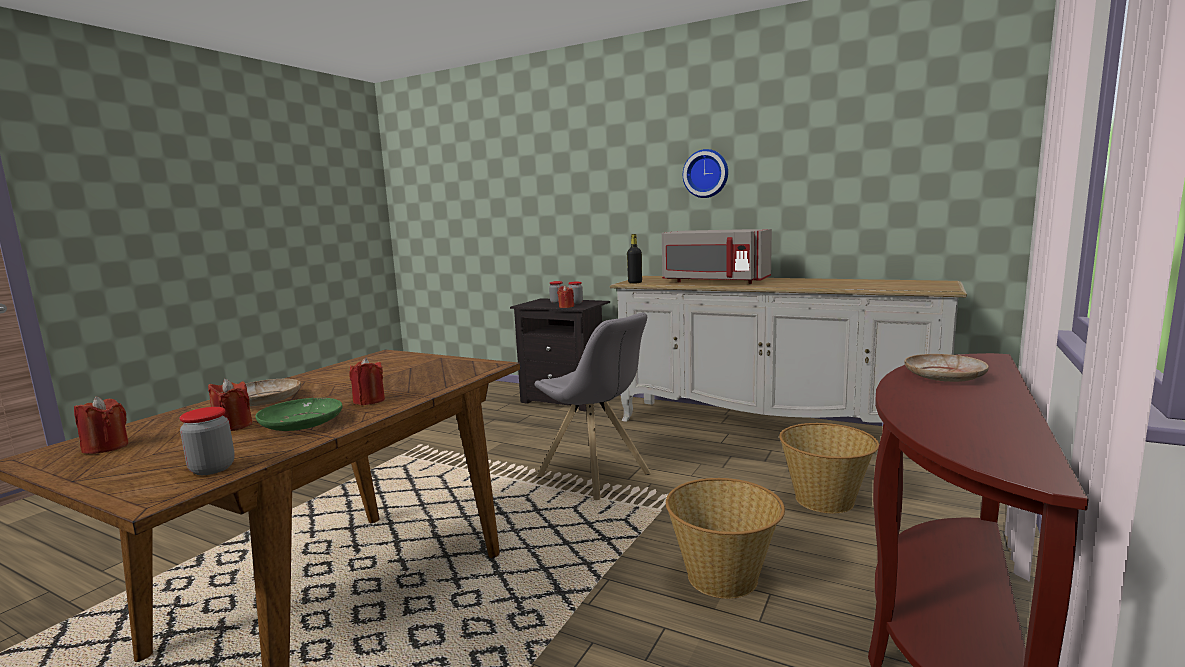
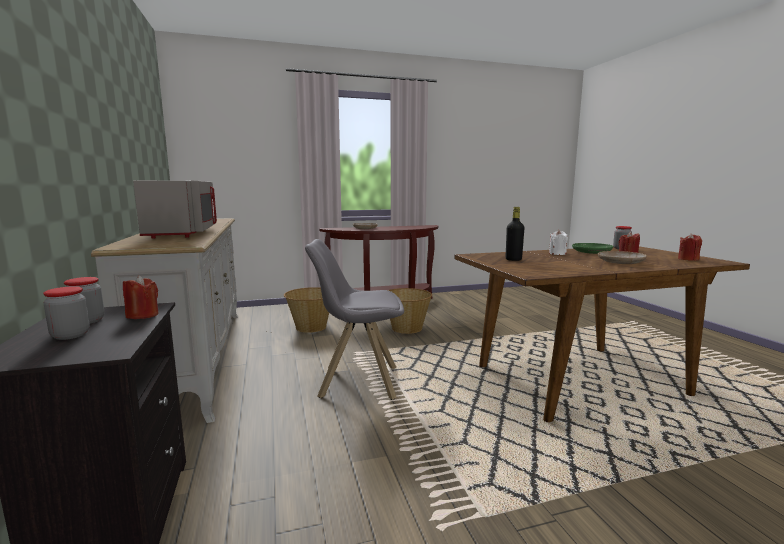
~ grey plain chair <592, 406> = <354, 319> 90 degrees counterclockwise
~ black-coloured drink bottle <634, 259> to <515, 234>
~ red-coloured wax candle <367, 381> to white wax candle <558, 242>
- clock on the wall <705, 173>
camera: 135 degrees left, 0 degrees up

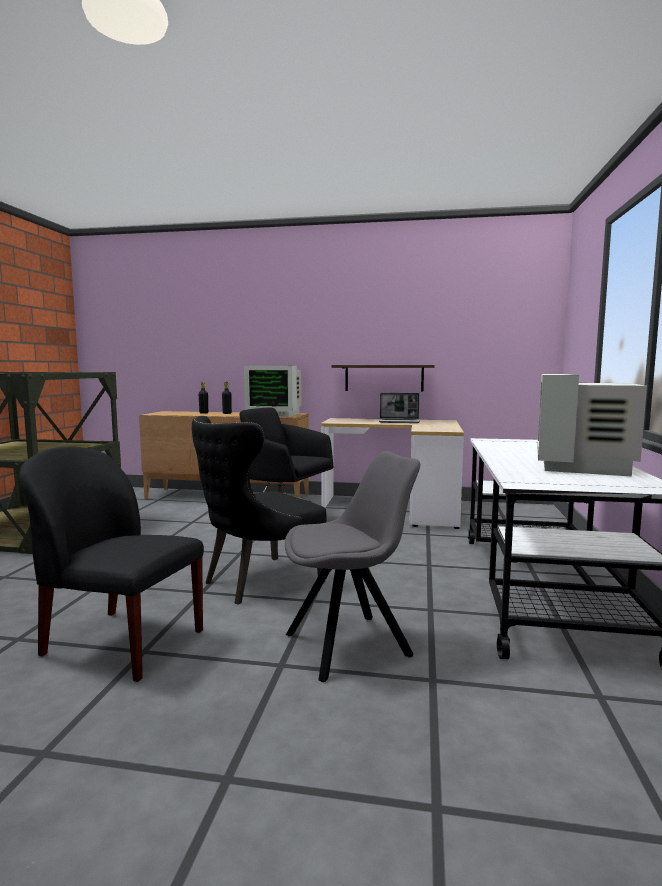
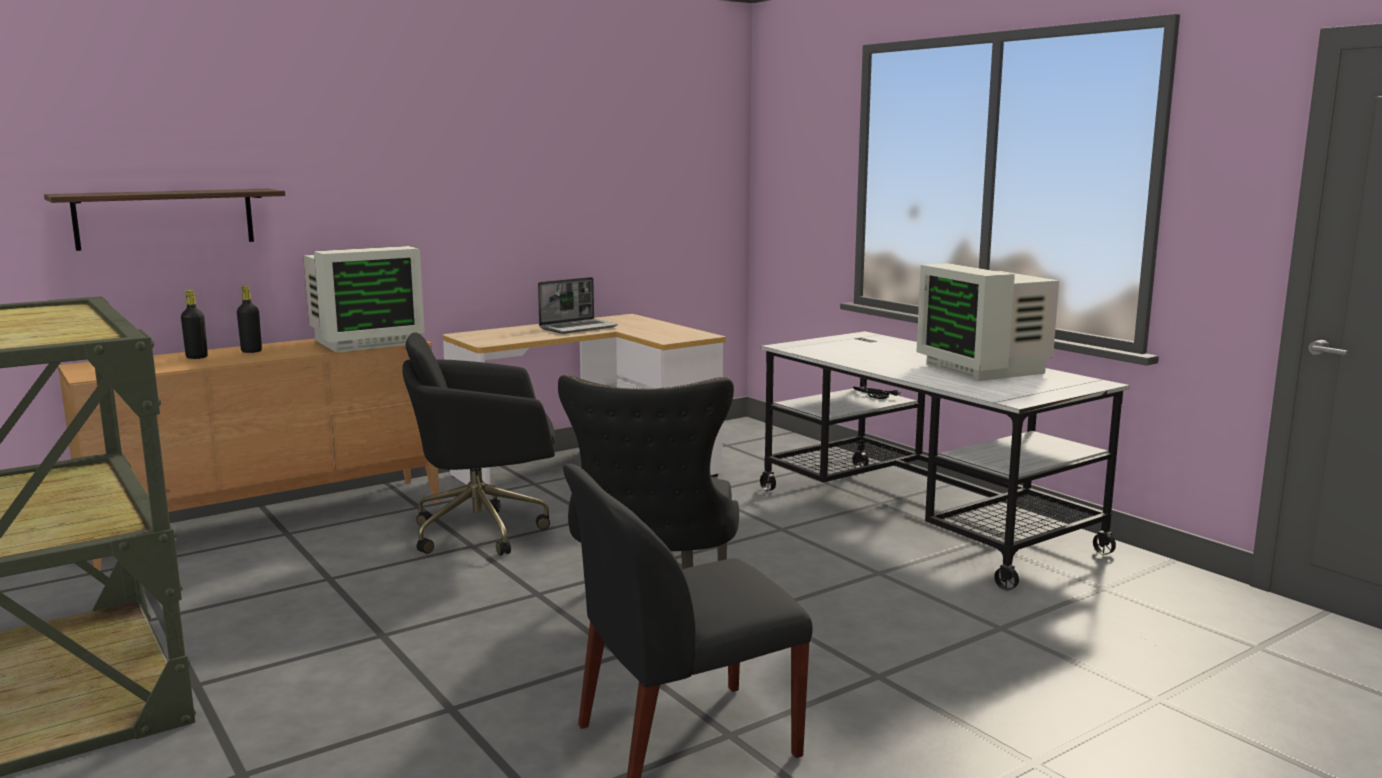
~ shelf <383, 378> to <164, 220>
- grey plain chair <352, 566>
camera: 45 degrees left, 5 degrees up

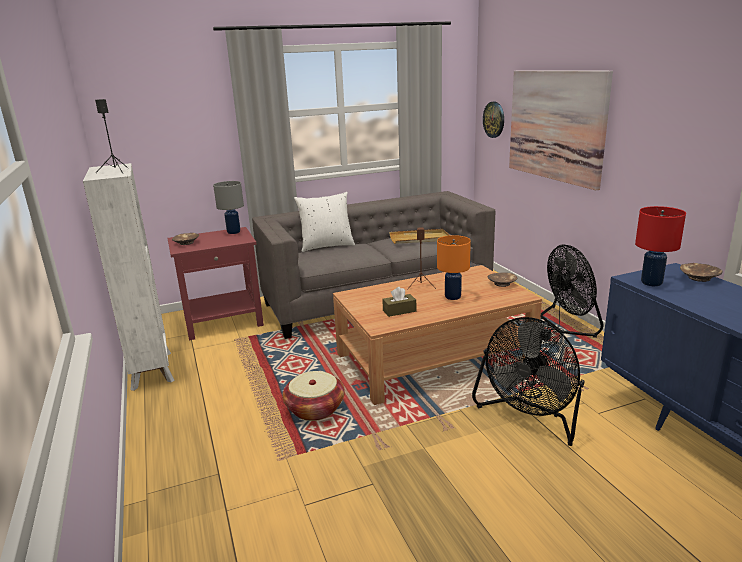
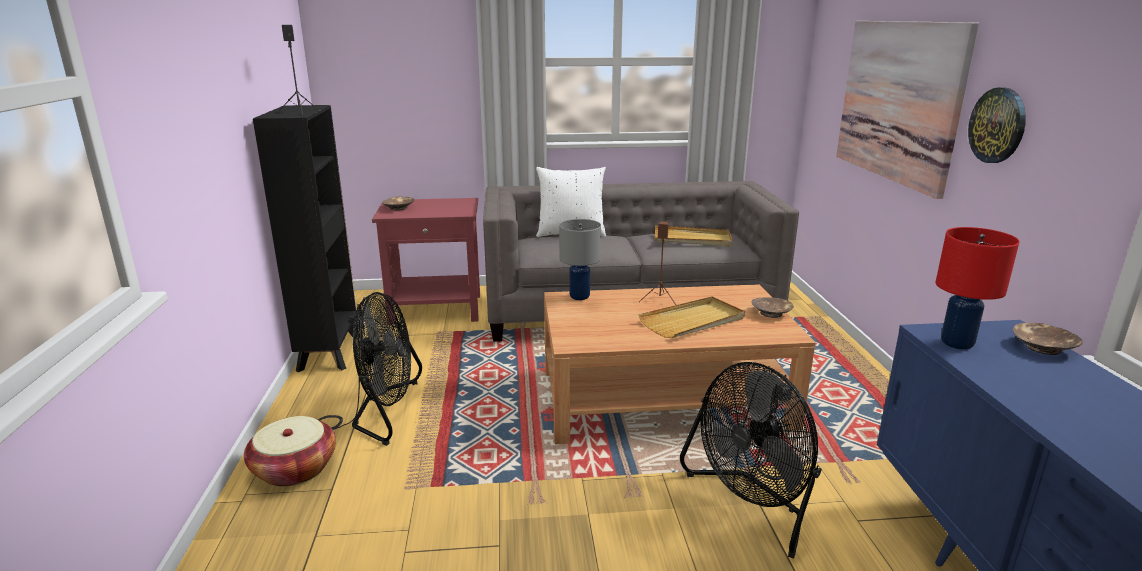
~ household basket <313, 396> to <290, 451>
~ white bookshelf <128, 277> to black-coloured bookshelf <305, 238>
~ black-coloured electric fan <572, 291> to <370, 369>
~ grey lamp for a table <228, 207> to <580, 259>
~ orange-coloured lamp for a table <454, 267> to sand-coloured tray <692, 317>
~ clock on the wall <493, 120> to <997, 125>
- brownish tissue box <399, 302>
camera: 15 degrees right, 0 degrees up

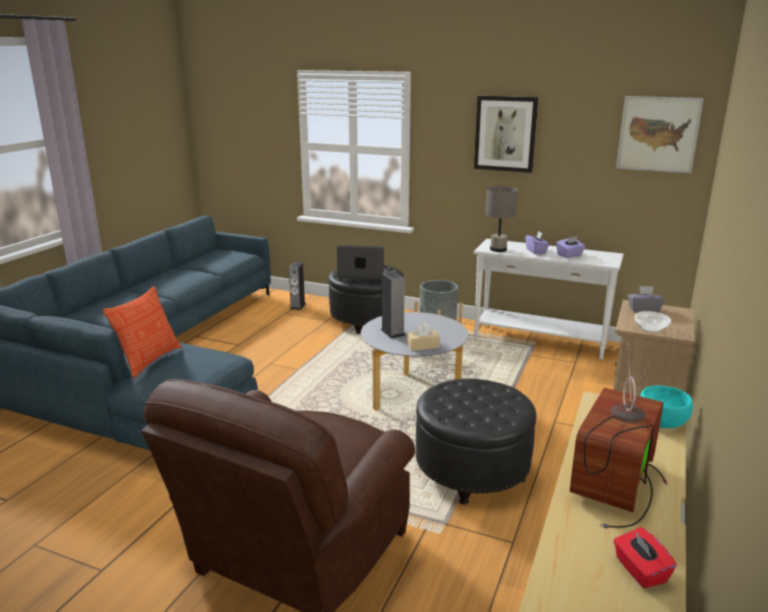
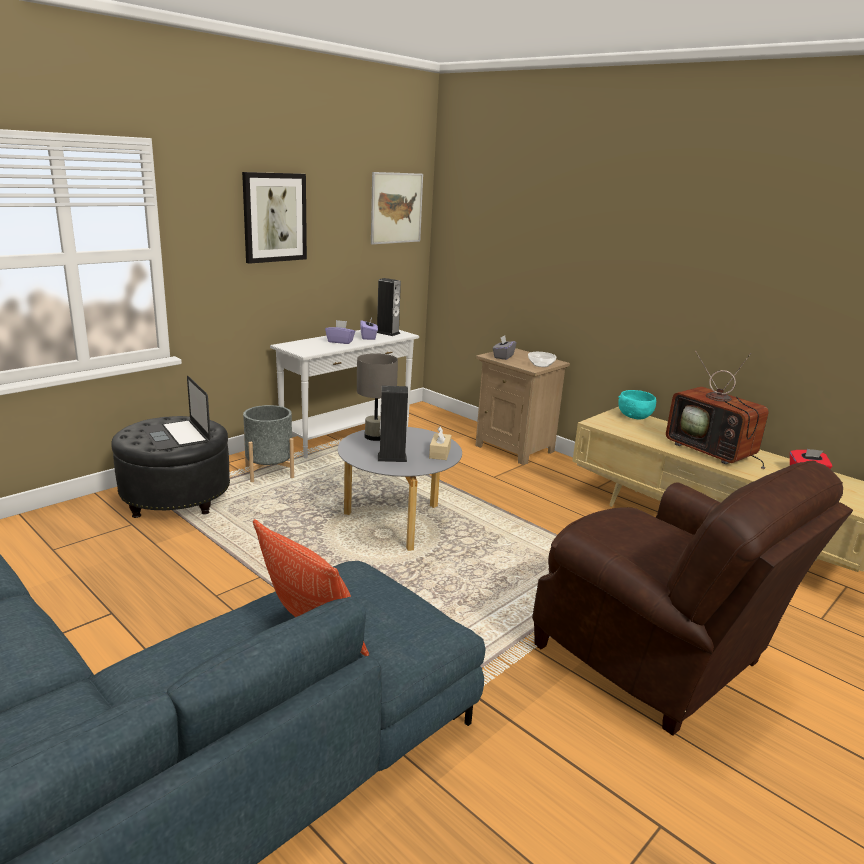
~ notebook computer <362, 262> = <176, 413> 60 degrees counterclockwise
~ grey lamp for a table <502, 219> to <377, 397>
~ speaker <297, 286> to <389, 307>
- black-coloured ottoman <476, 442>
camera: 70 degrees left, 0 degrees up

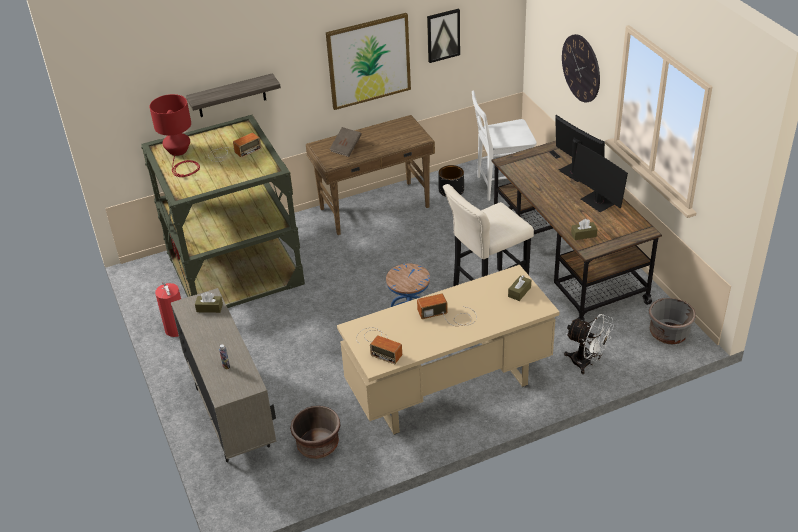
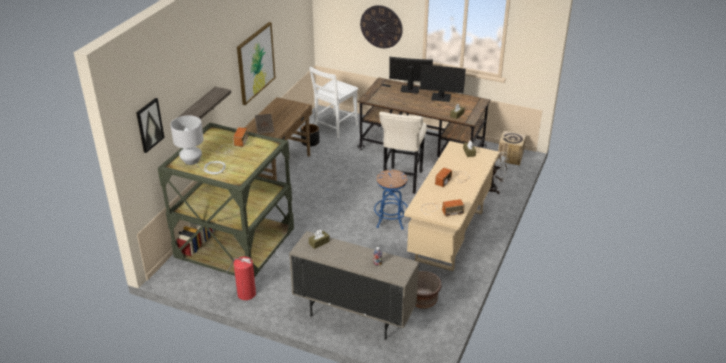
~ picture <443, 36> to <150, 125>
~ red-coloured lamp for a table <174, 136> to grey lamp for a table <197, 144>
~ grey planter <672, 321> to carton <511, 148>
camera: 45 degrees left, 5 degrees down

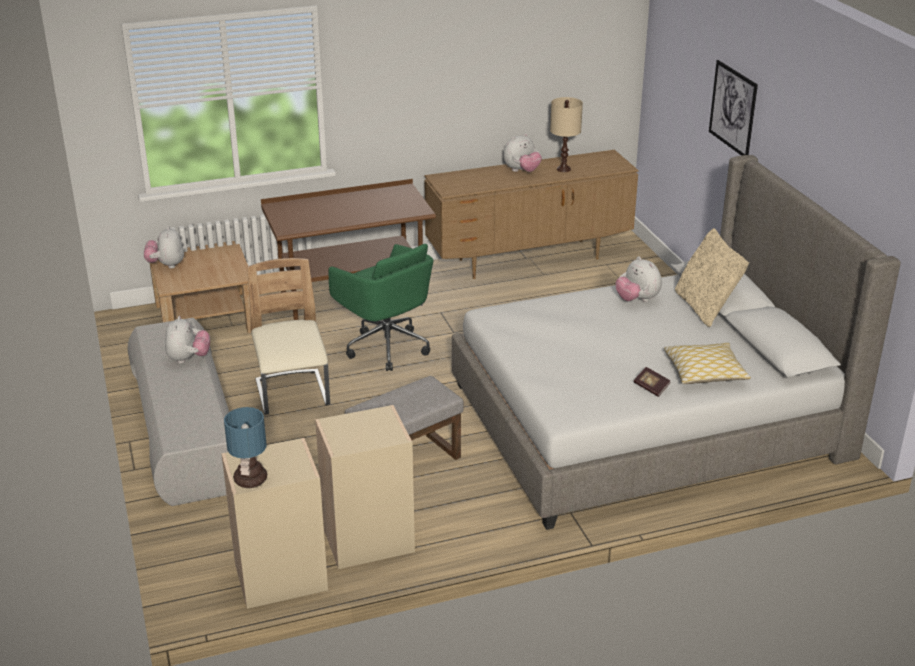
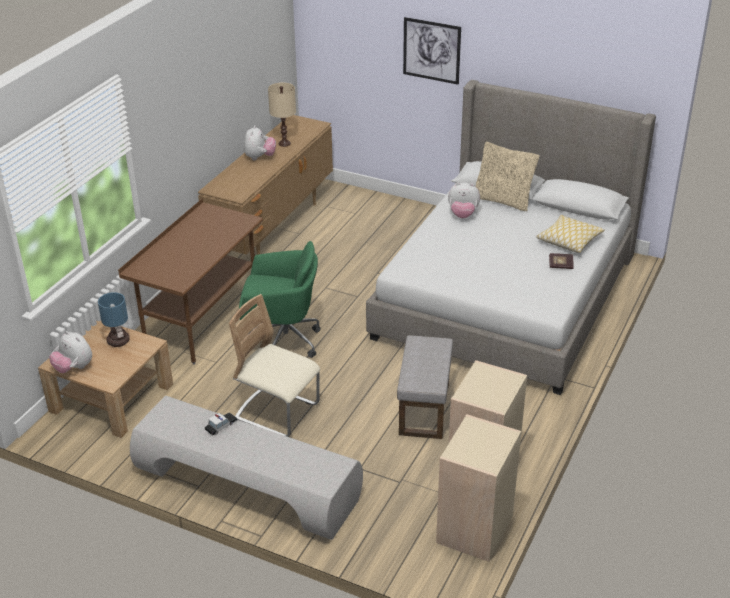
~ lamp for a table <245, 447> to <114, 319>
~ cuddly toy <187, 340> to model car <221, 423>
camera: 45 degrees left, 5 degrees up

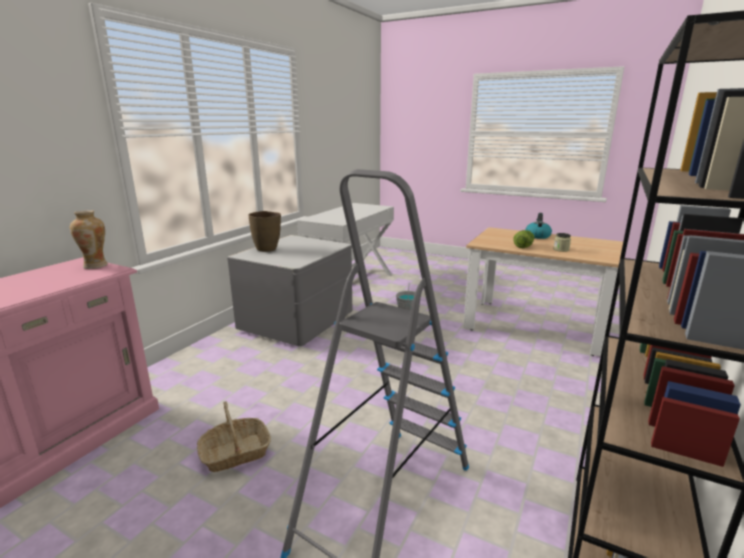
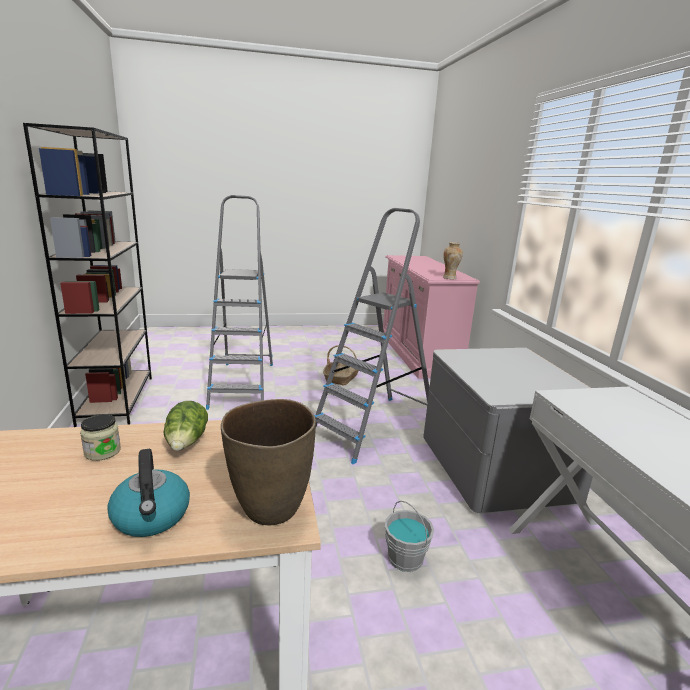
~ brownish flower vase <264, 231> to <268, 462>
+ grey step stool <371, 336>
camera: 140 degrees right, 0 degrees up

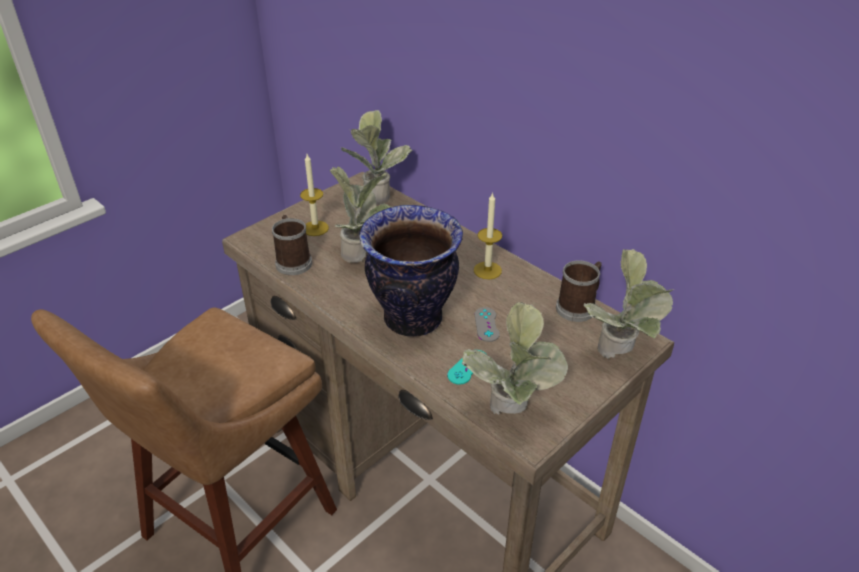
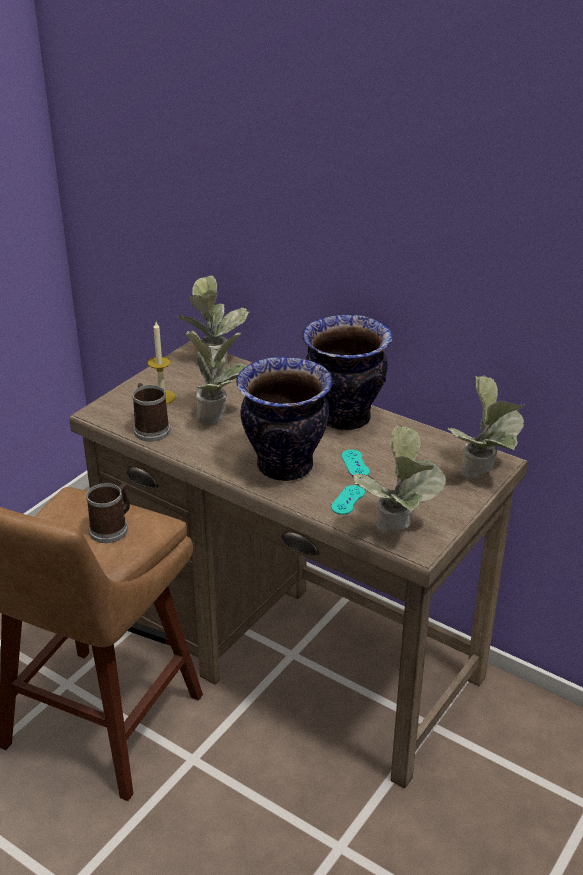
~ mug <579, 291> to <108, 512>
~ wax candle <488, 235> to flower vase <348, 372>
~ grey joypad <487, 324> to turquoise-coloured joypad <356, 463>
camera: 10 degrees left, 5 degrees down

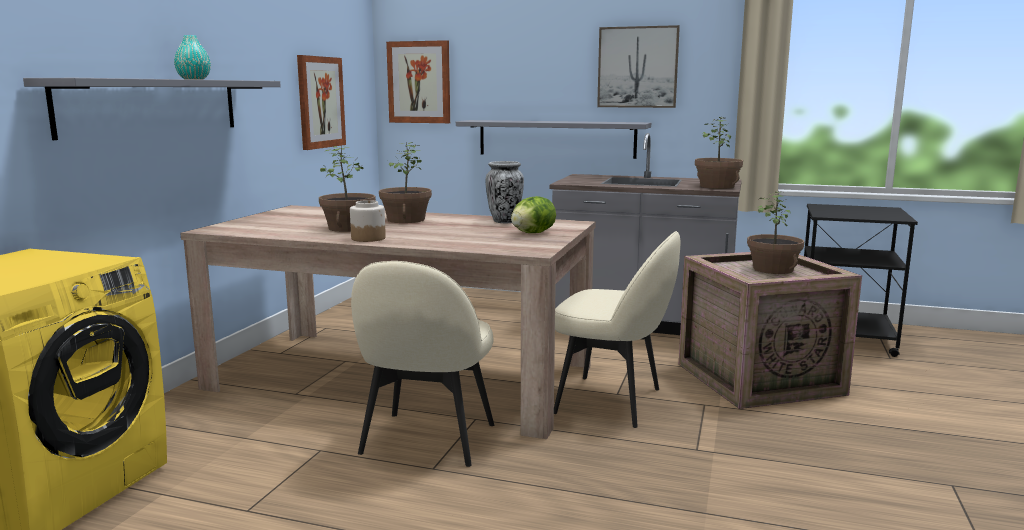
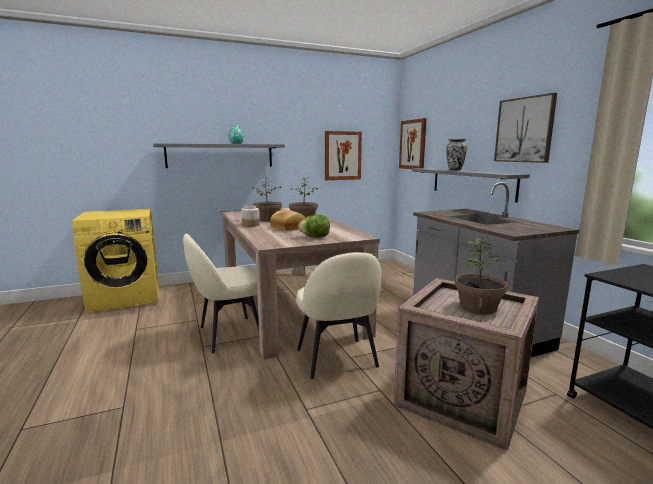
+ bread <287, 220>
~ flower vase <504, 192> to <456, 154>
- potted plant <719, 153>
camera: 50 degrees right, 0 degrees up

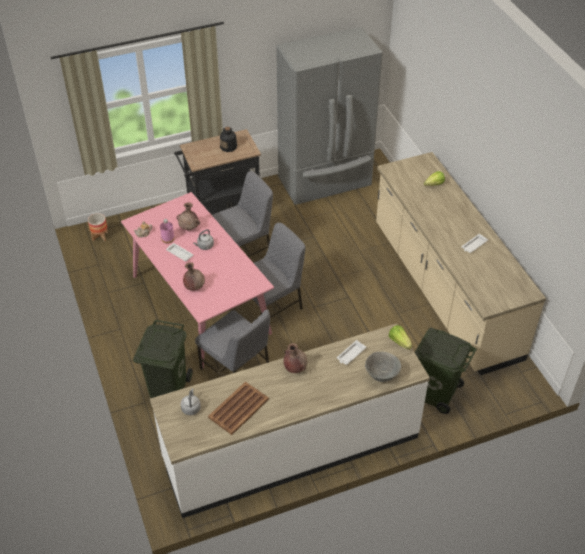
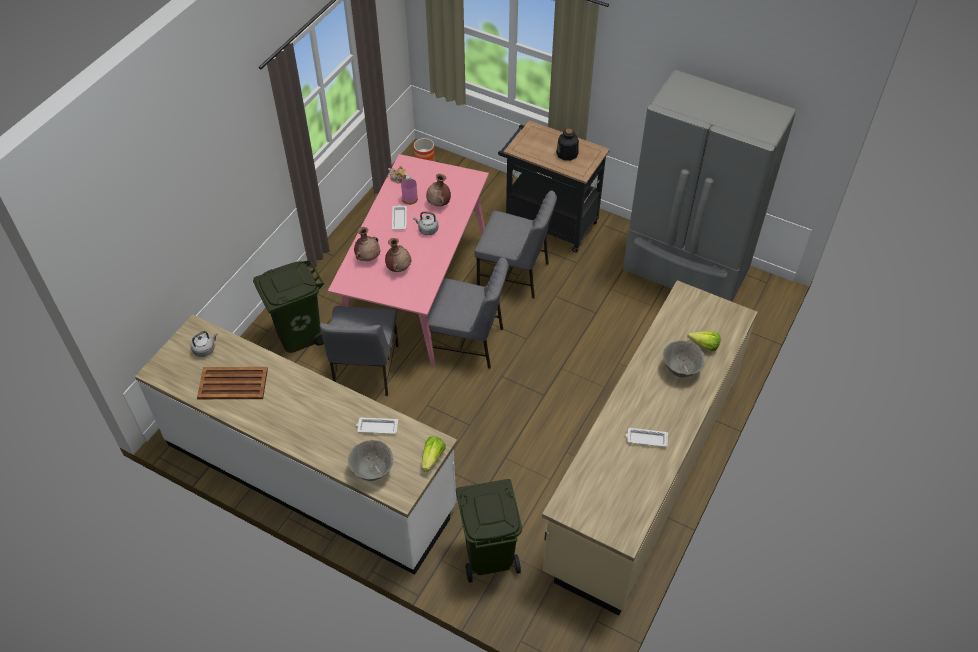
~ brownish flower vase <295, 358> to <398, 255>
+ grey serving bowl <684, 359>
camera: 50 degrees right, 5 degrees up

